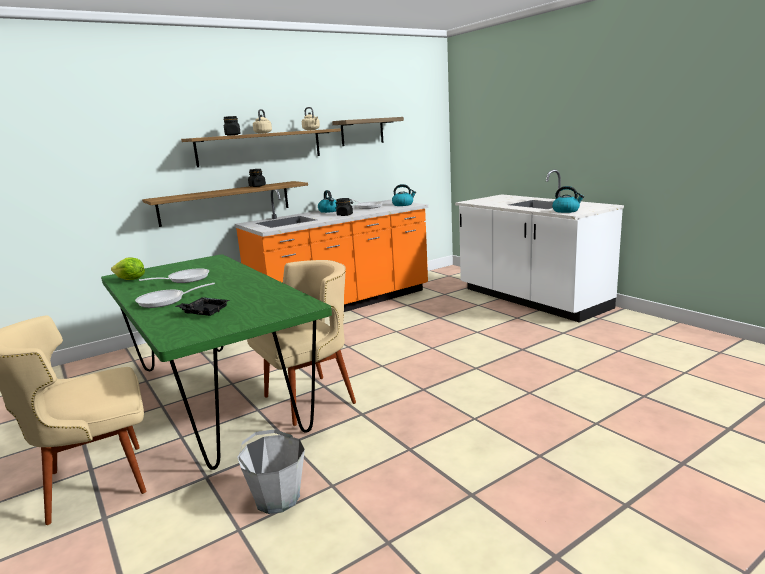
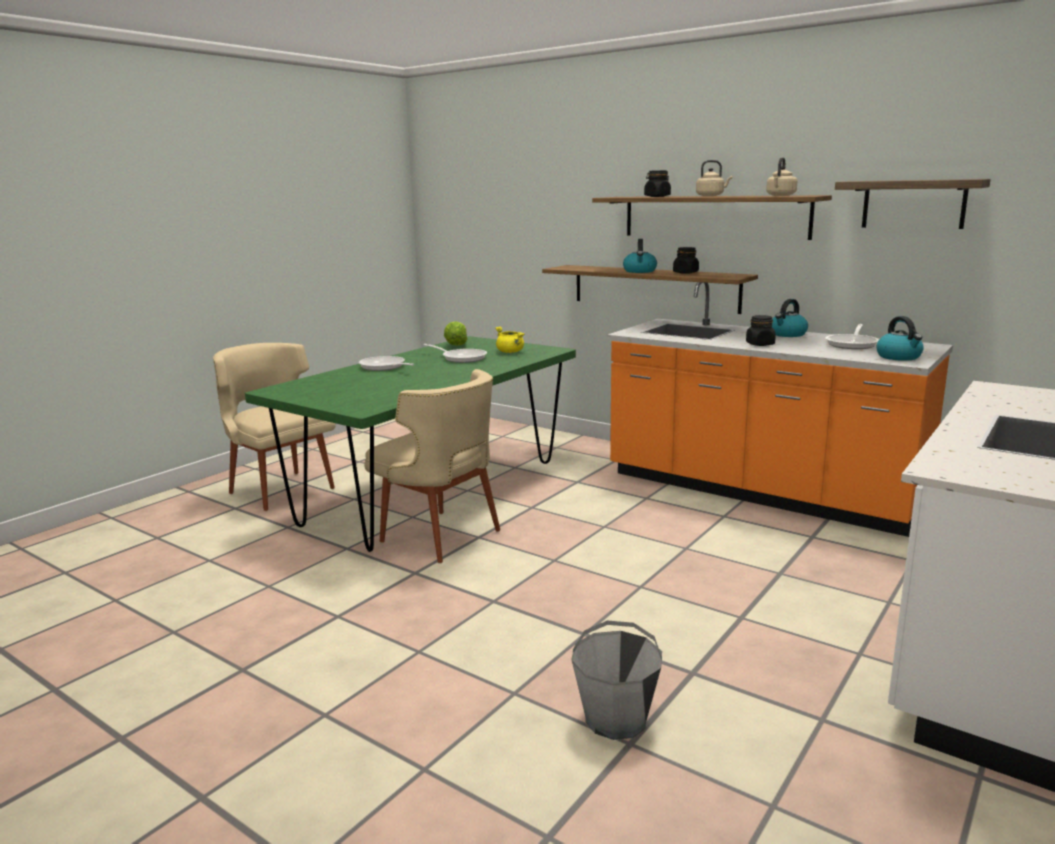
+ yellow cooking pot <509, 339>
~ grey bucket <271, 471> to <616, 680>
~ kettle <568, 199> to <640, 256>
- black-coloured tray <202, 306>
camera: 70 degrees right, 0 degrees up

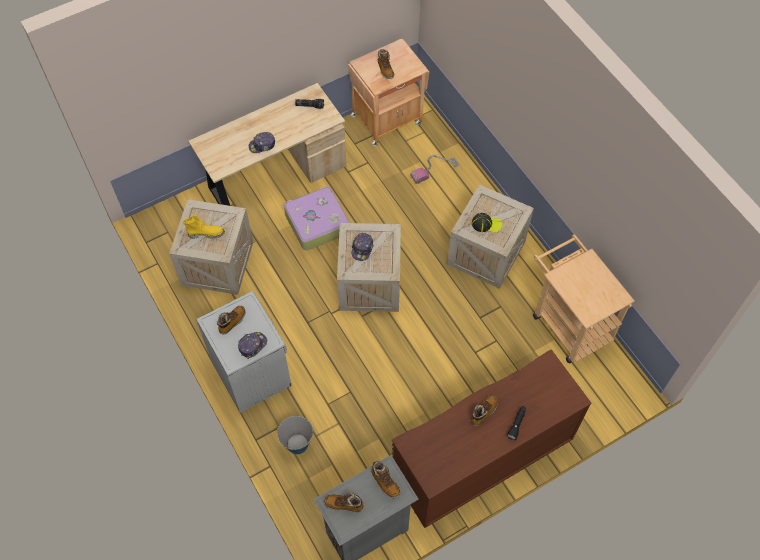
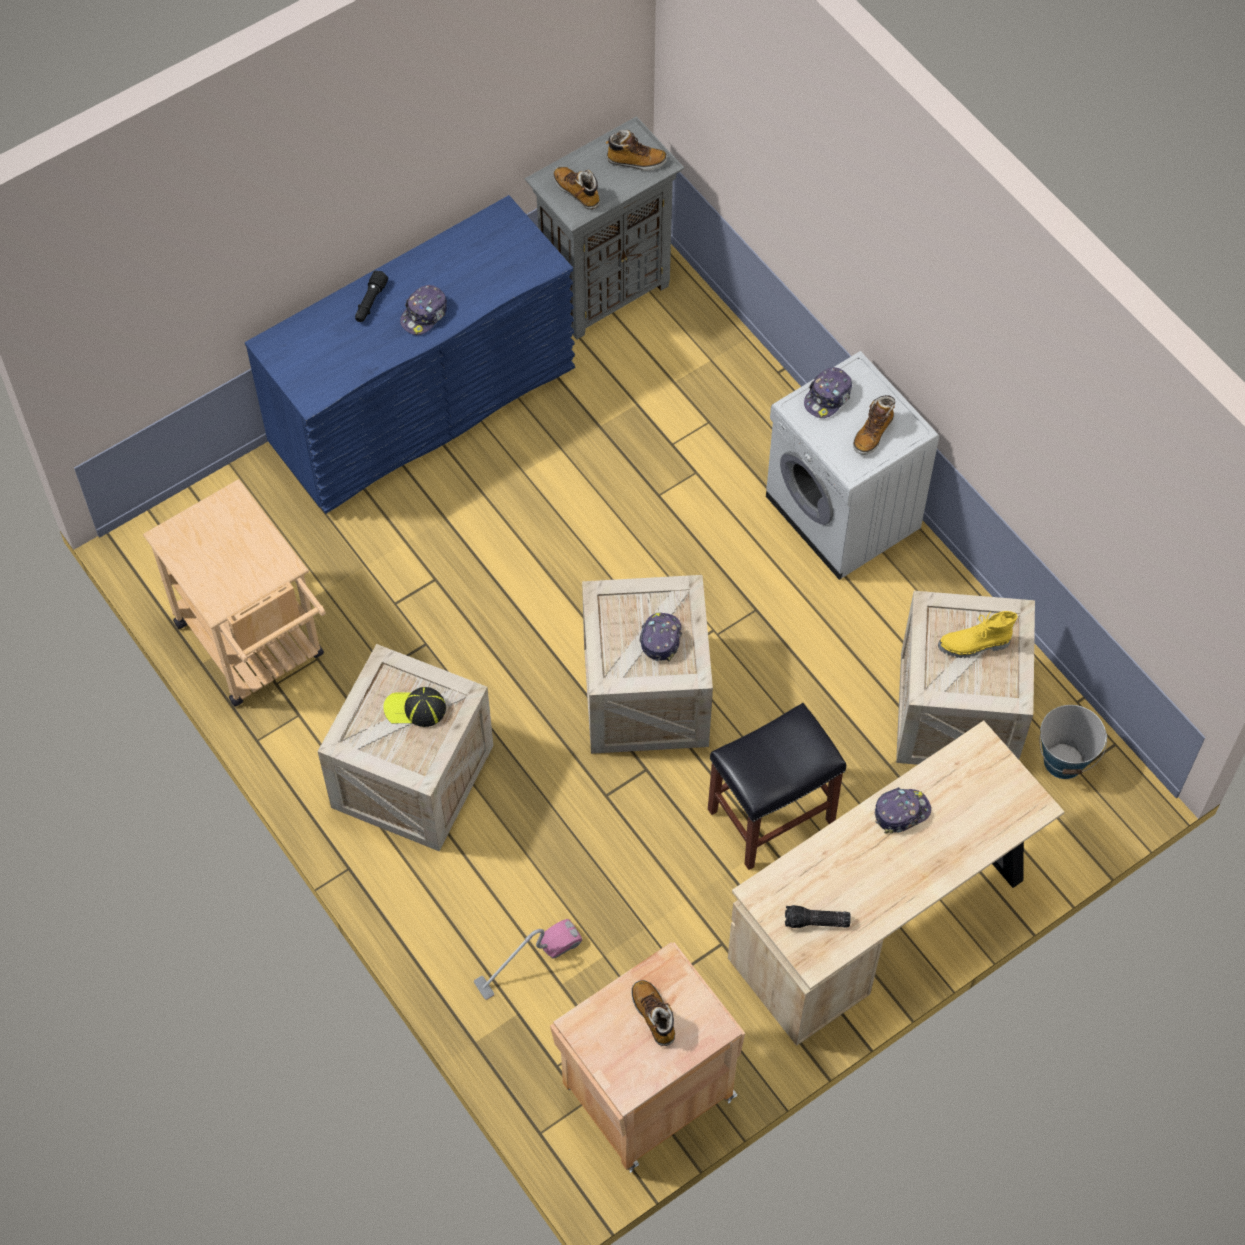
~ brownish dresser <491, 438> to blue dresser <410, 354>
~ tall boot <484, 410> to cap <423, 310>
~ travel case <316, 219> to black-coloured stool <777, 786>
~ bucket <295, 435> to <1073, 742>
camera: 175 degrees right, 0 degrees up

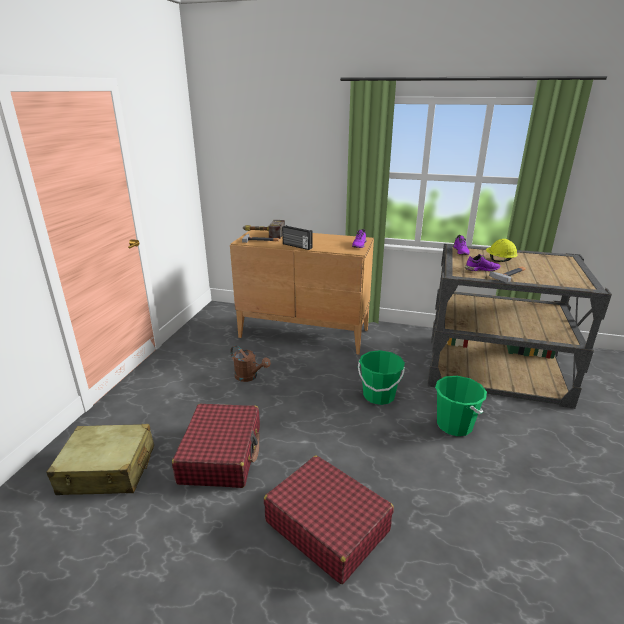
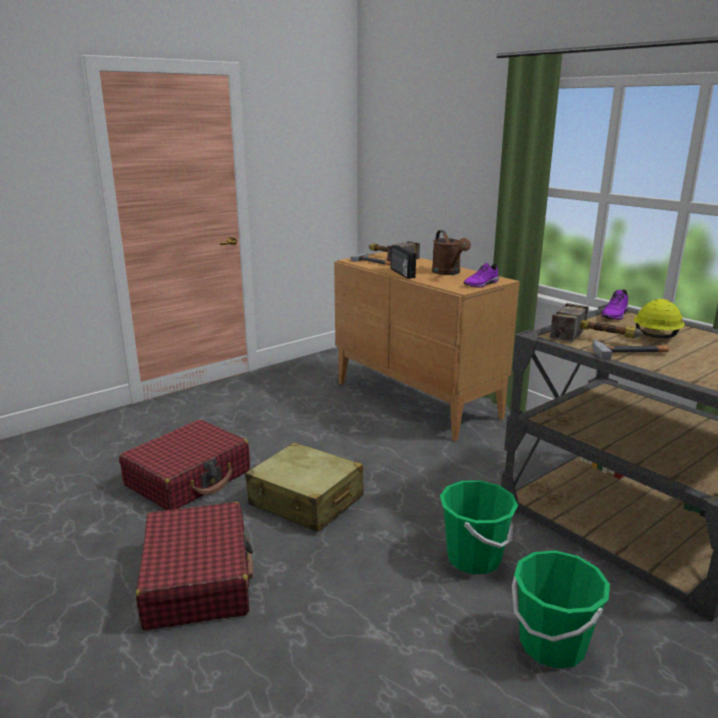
~ sand-coloured travel case <100, 459> to <304, 487>
~ brownish sprinkling can <250, 363> to <451, 252>
~ green bucket <381, 377> to <561, 609>
~ purplish low shoe <482, 262> to hand hammer <596, 322>
camera: 35 degrees right, 5 degrees down

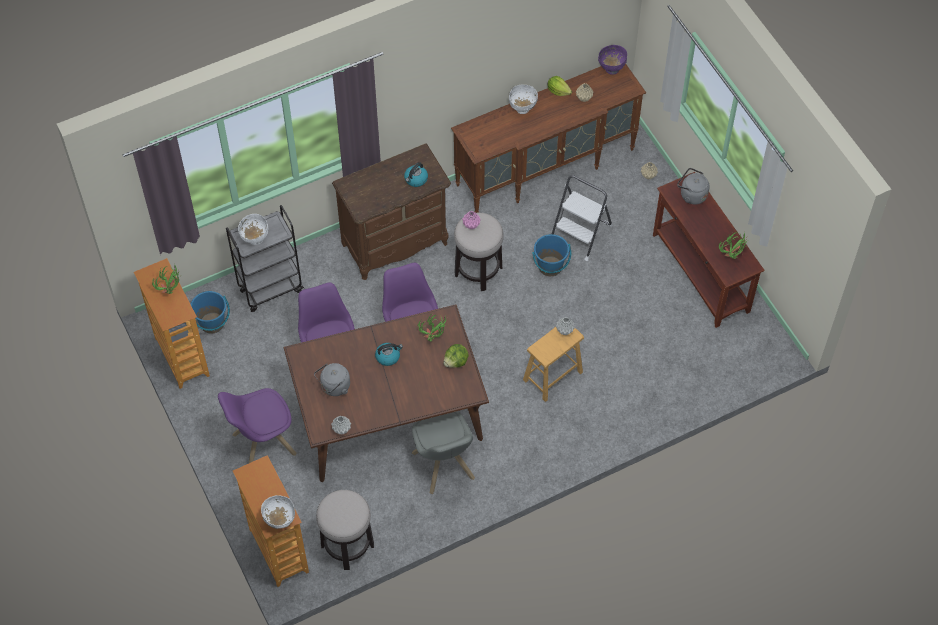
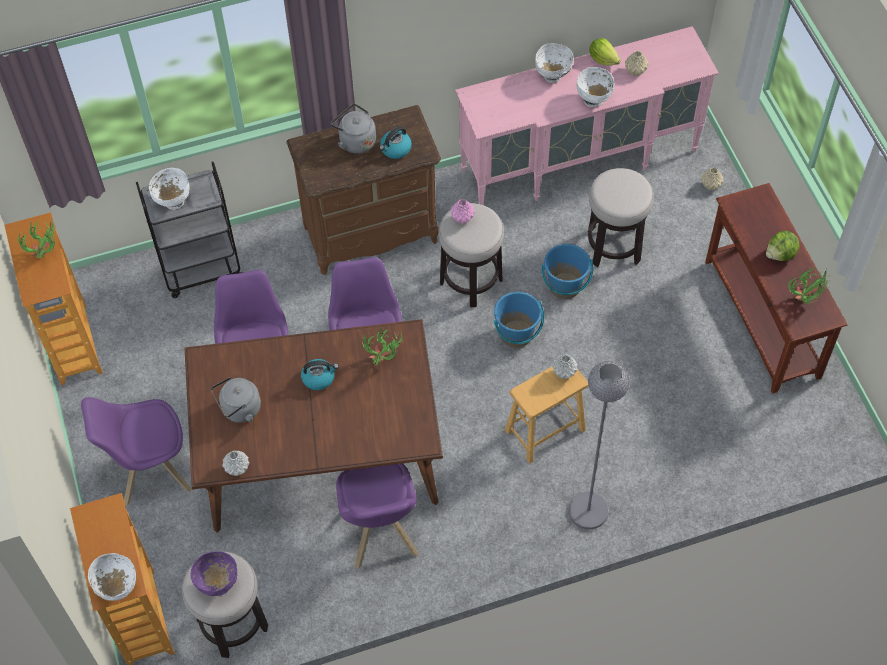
~ purplish serving bowl <612, 60> to <213, 573>
~ grey kettle <693, 186> to <353, 129>
~ grey plain chair <443, 452> to purplish plain chair <377, 516>
~ brownish storage cabinet <548, 138> to pinkish storage cabinet <587, 115>
~ blue bucket <210, 312> to <519, 320>
+ grey floor lamp <599, 445>
+ white serving bowl <595, 87>
~ white step stool <582, 218> to stool <621, 217>
~ lettuce <456, 356> to <782, 246>
camera: 10 degrees right, 0 degrees up

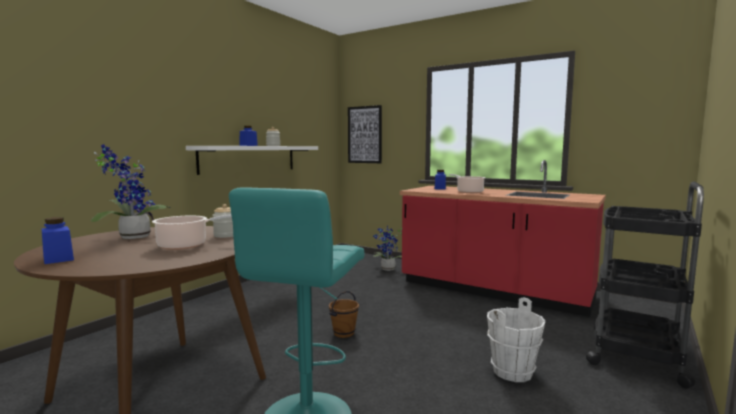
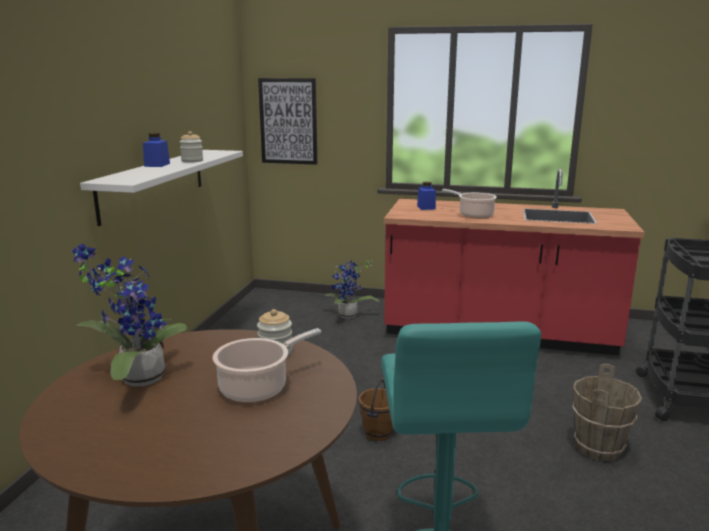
~ white bucket <516, 339> to brownish bucket <607, 412>
- blue storage jar <58, 240>
camera: 20 degrees left, 10 degrees up

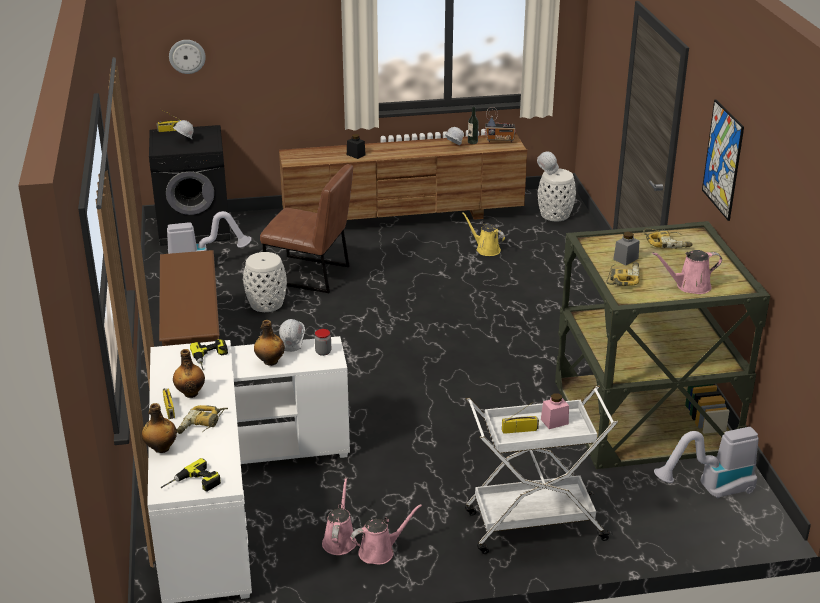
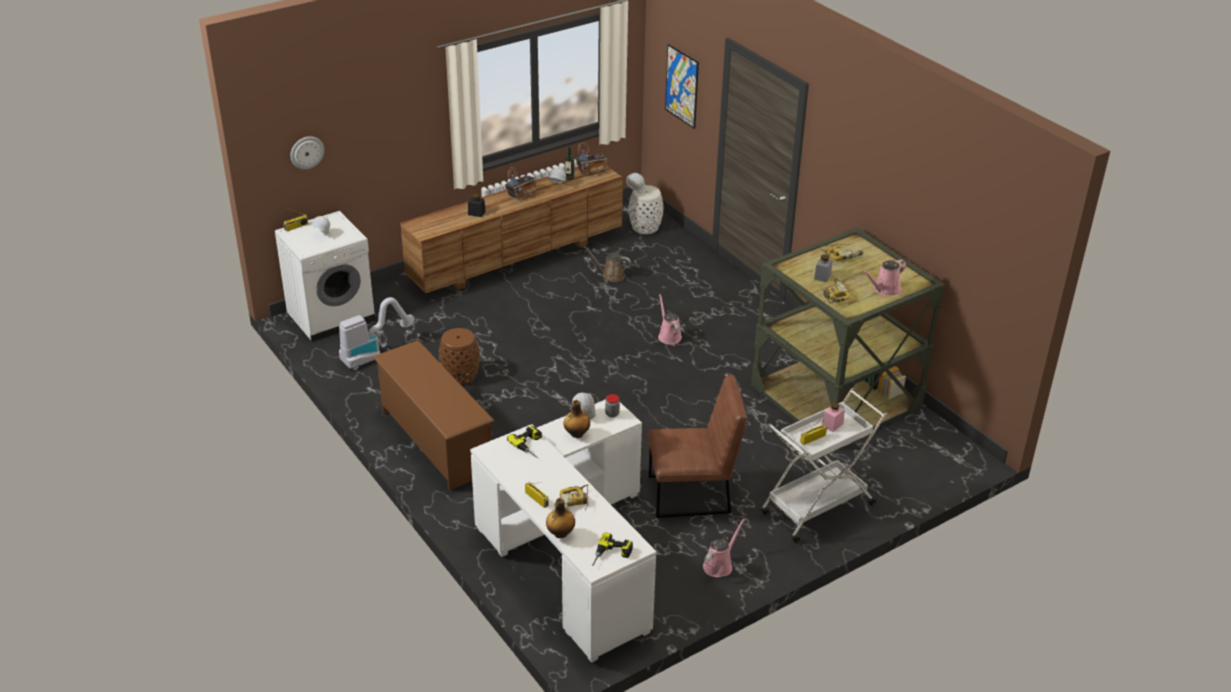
~ black-coloured laundry machine <189, 185> to white laundry machine <325, 276>
~ white stool <265, 282> to brownish stool <459, 356>
+ radio receiver <520, 183>
~ yellow sprinkling can <483, 234> to brownish sprinkling can <607, 264>
~ brownish plain chair <306, 228> to <697, 446>
~ pinkish sprinkling can <339, 516> to <670, 319>
~ picture <723, 160> to <682, 86>
- drink bottle <189, 373>
- hoover <706, 463>
camera: 25 degrees left, 5 degrees up

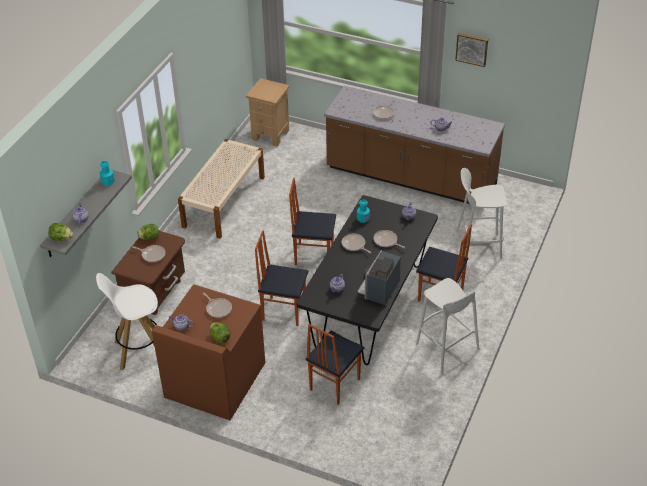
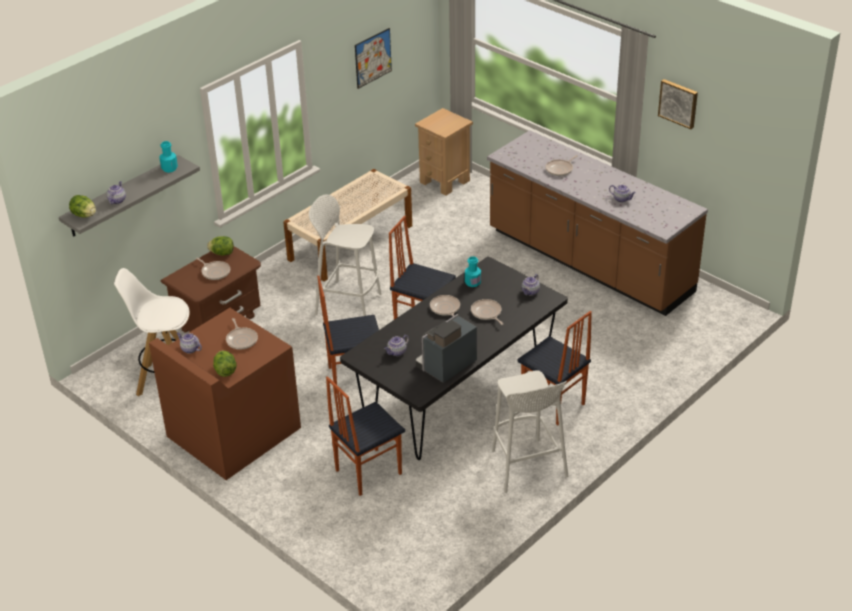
~ white stool <481, 213> to <345, 255>
~ plain chair <281, 278> = <348, 335> 45 degrees counterclockwise
+ picture <373, 58>
camera: 20 degrees right, 5 degrees down

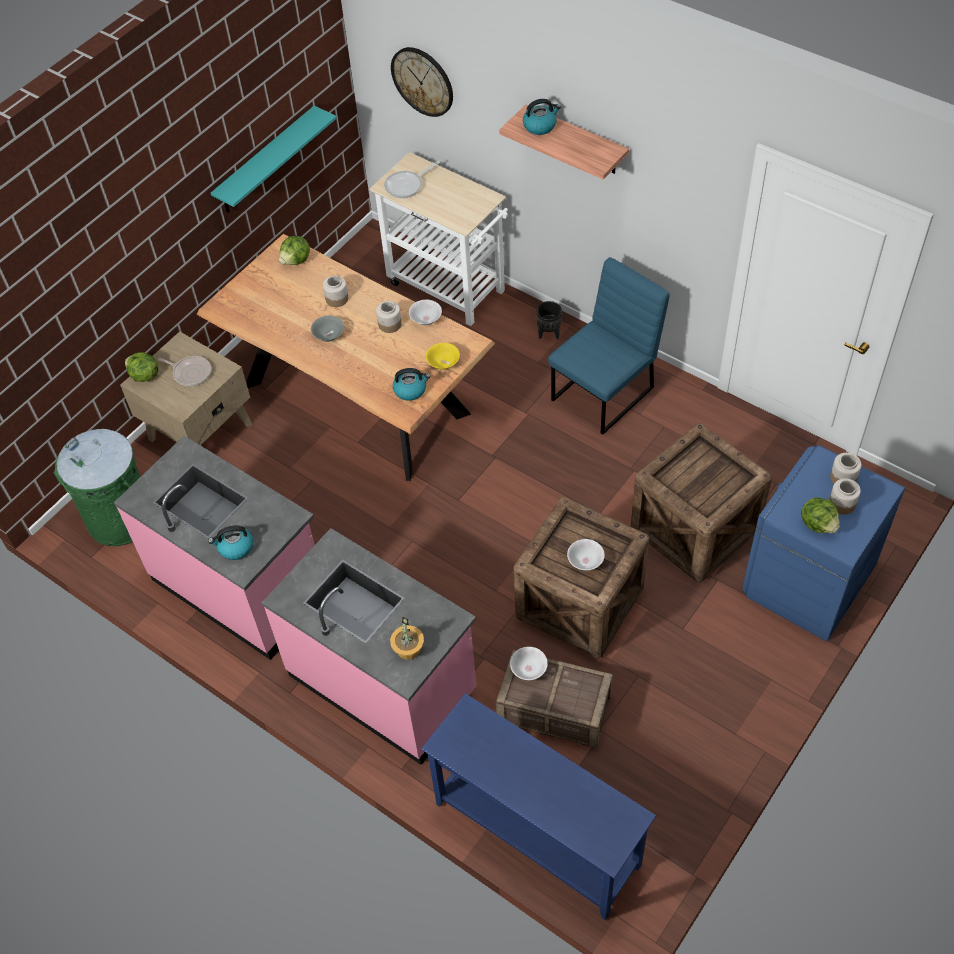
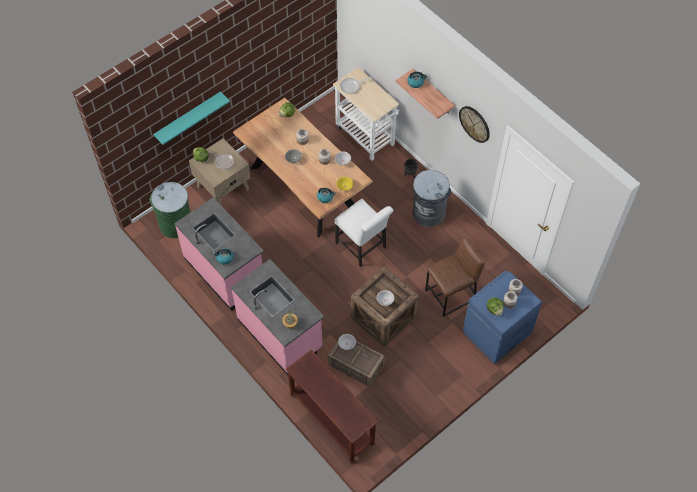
~ turquoise-coloured shelf <274, 159> to <191, 118>
~ blue narrow table <538, 806> to brownish narrow table <331, 406>
+ white plain chair <363, 233>
~ blue plain chair <609, 346> to grey trash can <432, 198>
~ shipping crate <701, 503> to brownish plain chair <455, 277>
~ clock on the wall <422, 82> to <474, 124>
camera: 10 degrees right, 5 degrees up

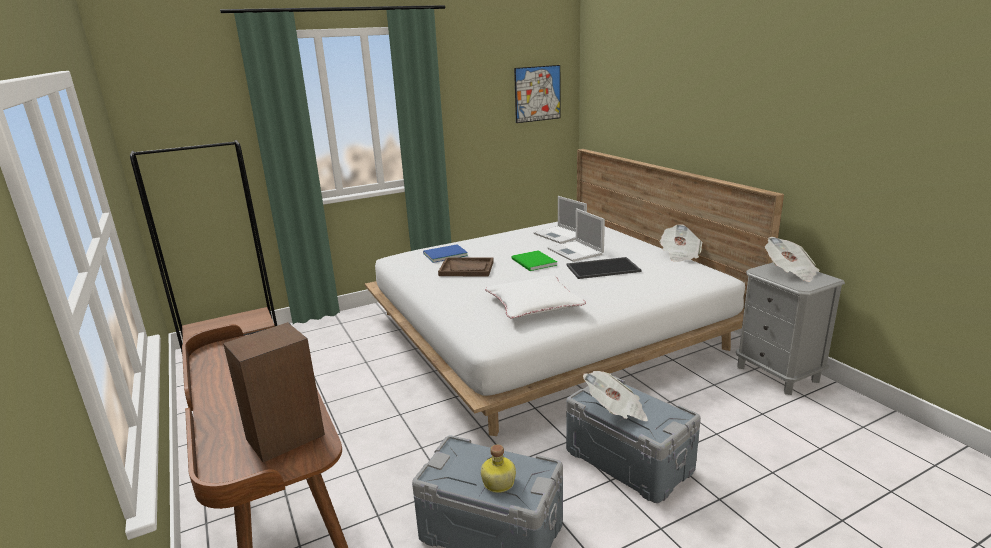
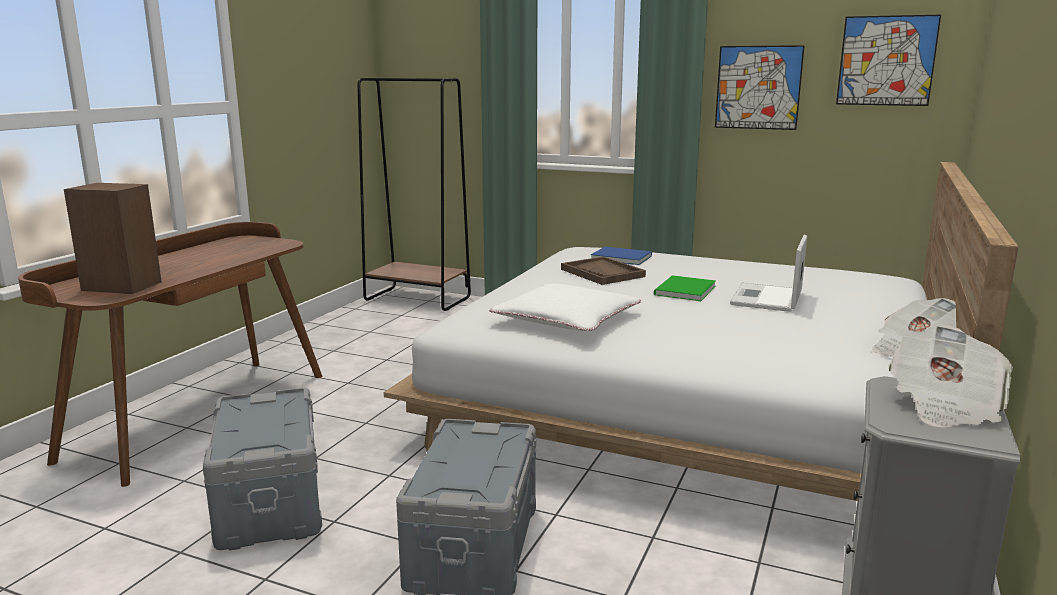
+ picture <760, 87>
- drink bottle <498, 468>
- notebook computer <560, 220>
- tray <603, 268>
- newspaper <615, 396>
camera: 50 degrees right, 5 degrees down

